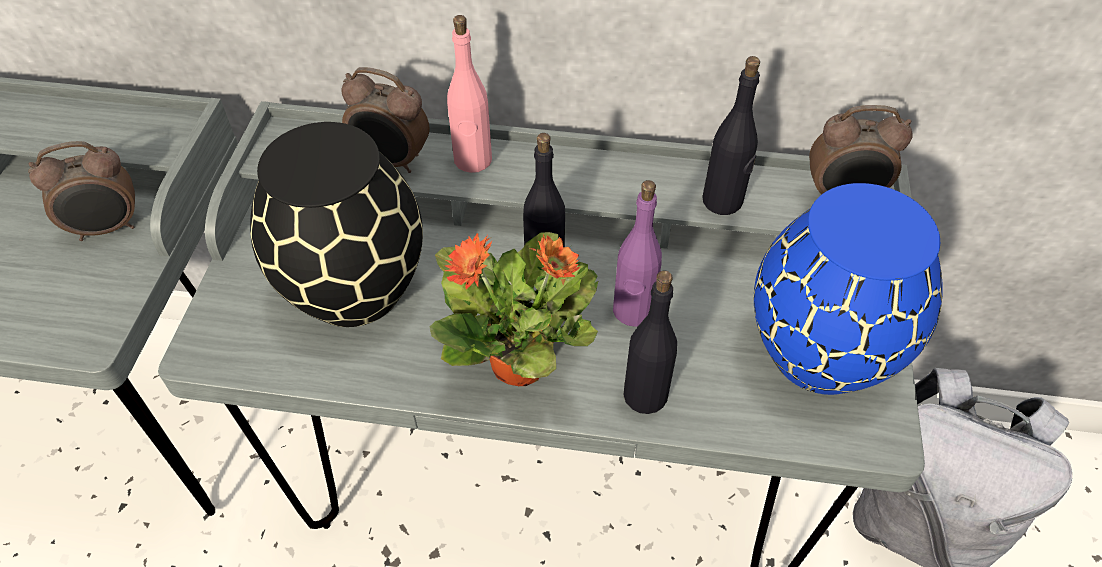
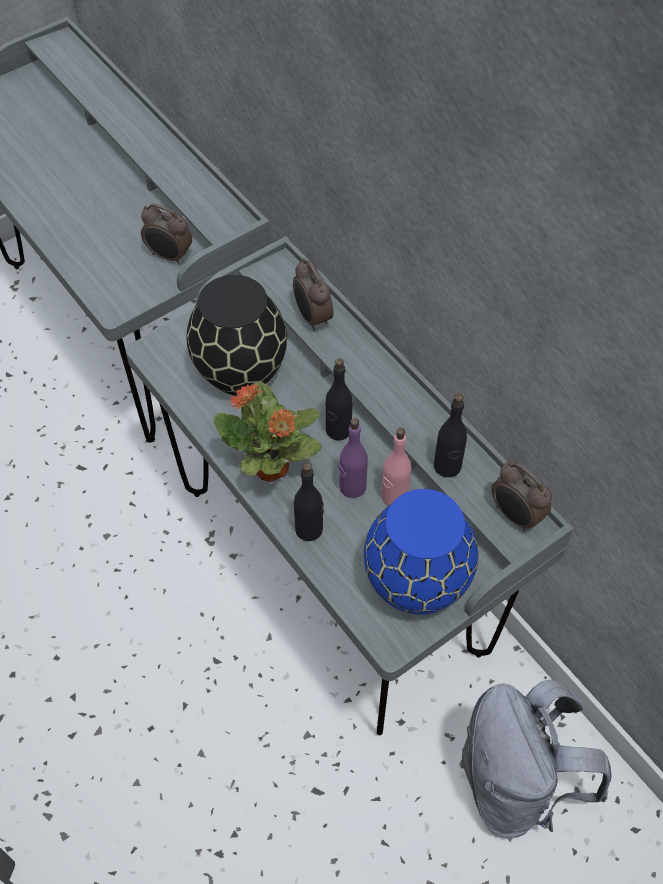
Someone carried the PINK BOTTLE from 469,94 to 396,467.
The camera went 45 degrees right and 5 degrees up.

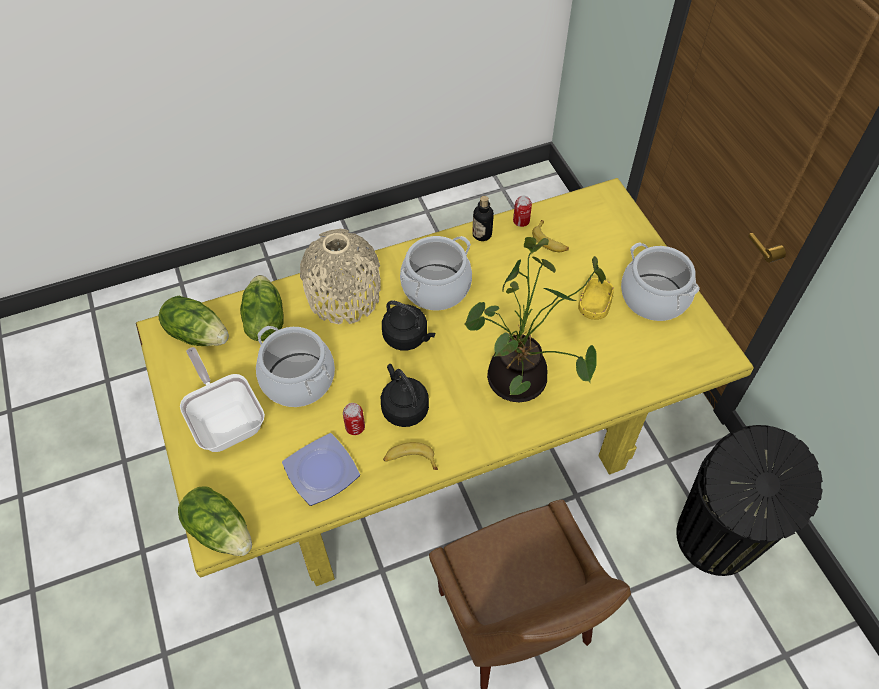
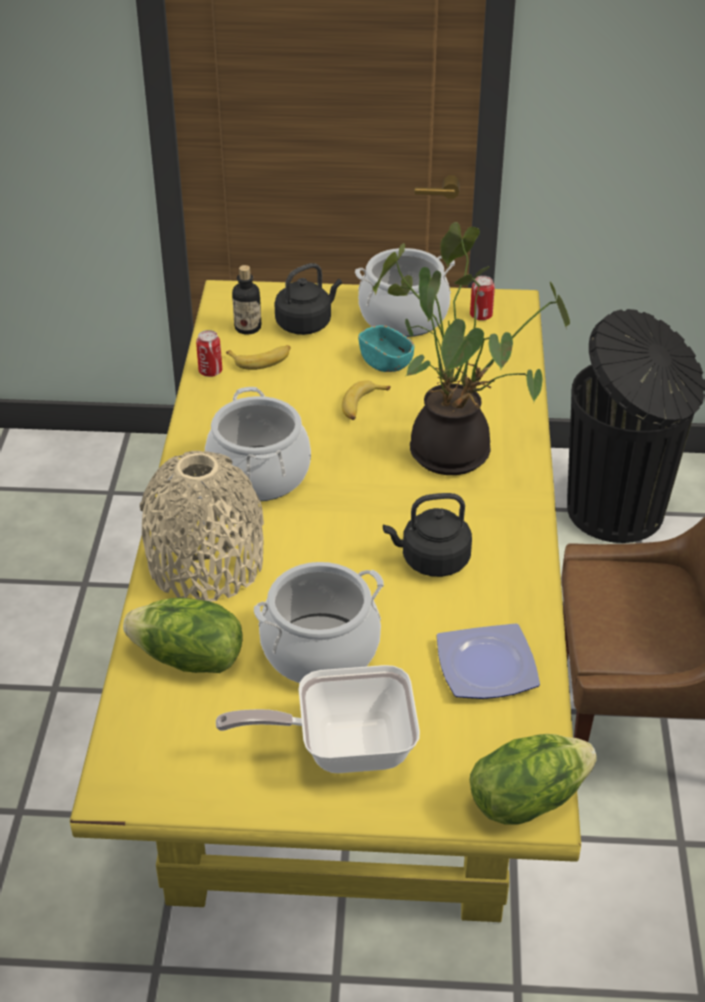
Someone took away the LETTUCE at 193,321.
Someone carried the CAN from 354,419 to 482,298.
Someone carried the BLACK KETTLE from 408,325 to 308,299.
Someone carried the BANANA from 410,456 to 366,400.
Someone carried the BOTTLE from 483,218 to 246,300.
Someone repainted the YELLOW BOWL at 596,299, which became the TURQUOISE BOWL at 386,348.
The camera went 65 degrees left and 15 degrees down.

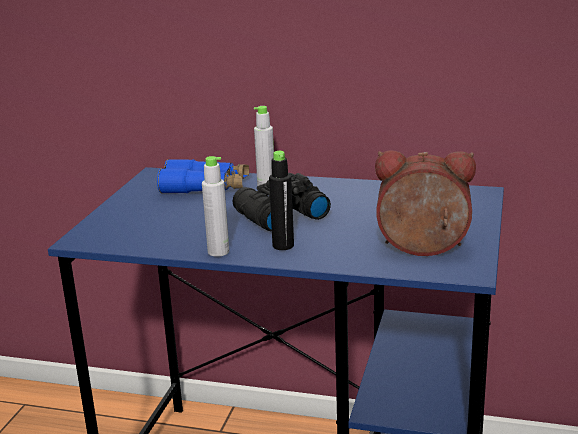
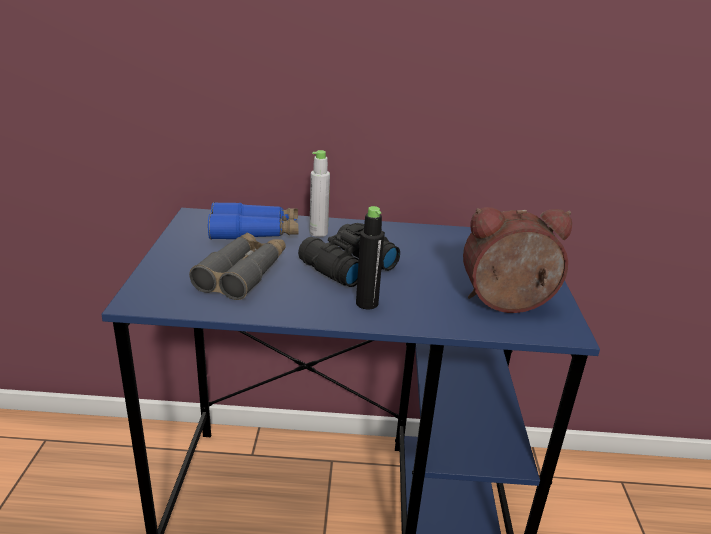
Someone took away the GREY BOTTLE at 216,206.
Someone put down the GREY BINOCULARS at 237,266.
The camera went 15 degrees left and 5 degrees up.

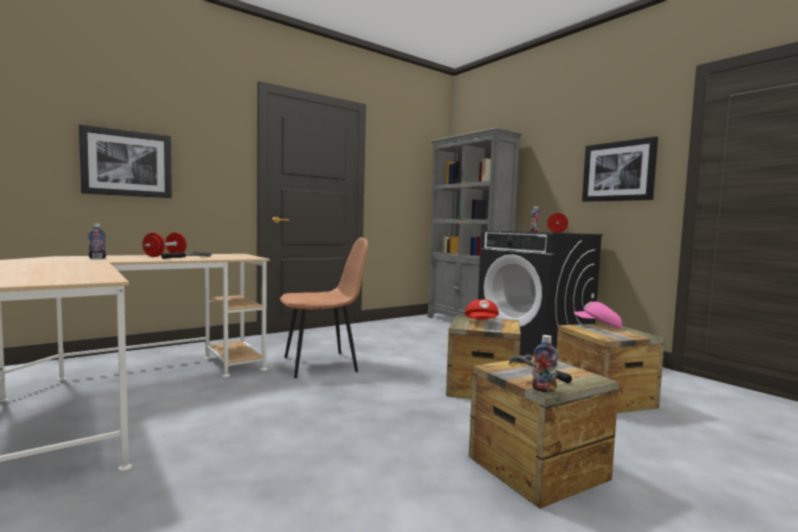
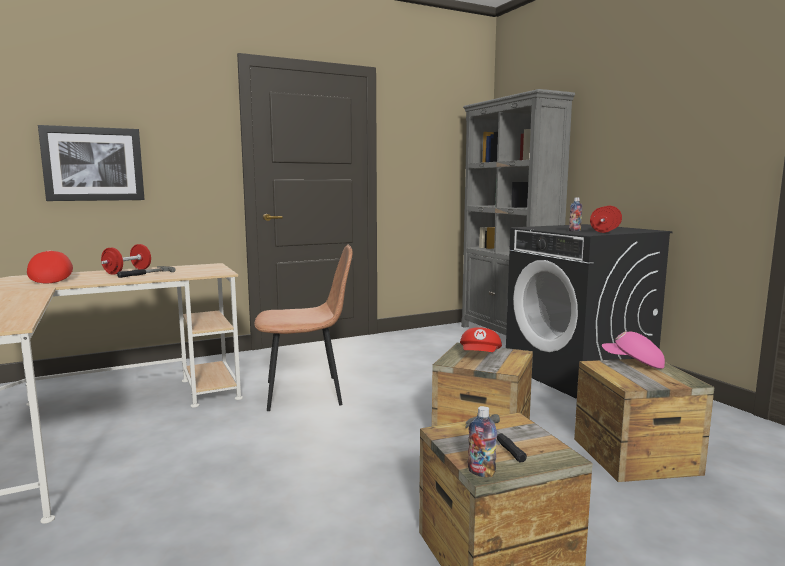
Someone swapped the BOTTLE at 97,241 for the RED CAP at 50,266.
Someone took away the PICTURE at 620,169.
The camera went 10 degrees right and 5 degrees up.

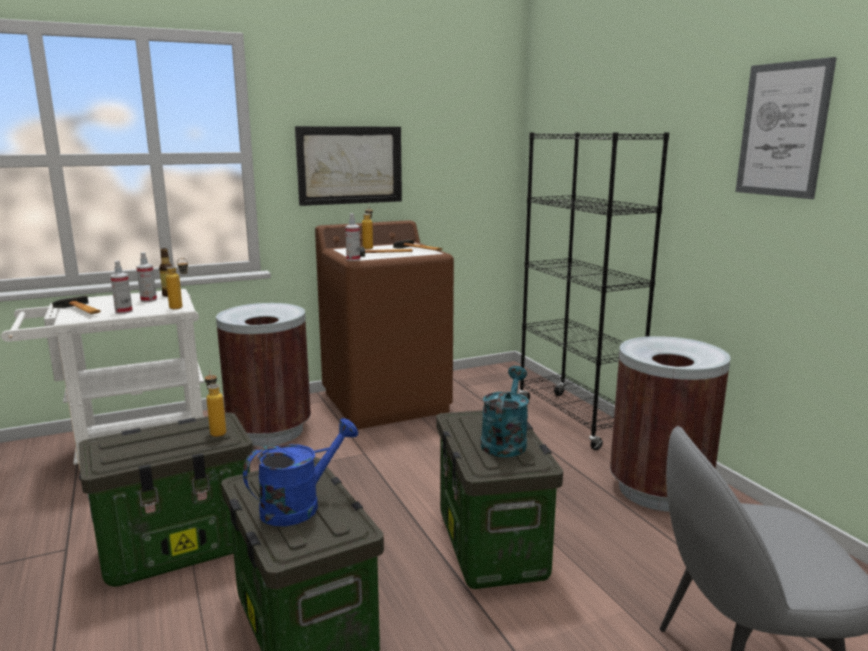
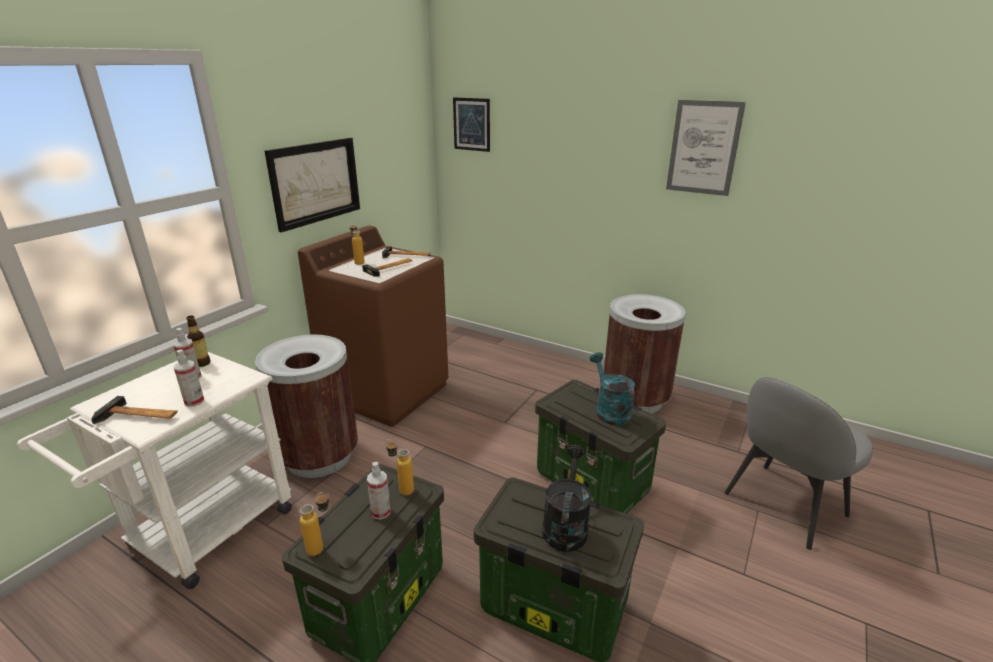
Someone carried the BOTTLE from 177,283 to 314,524.
Someone repainted the BLUE WATERING CAN at 300,472, which became the BLACK WATERING CAN at 567,498.
Someone carried the SPRAY BOTTLE from 352,237 to 379,491.
Someone took away the BLACK BOOKCASE at 593,291.
Someone put up the PICTURE at 471,124.
The camera went 35 degrees left and 10 degrees up.

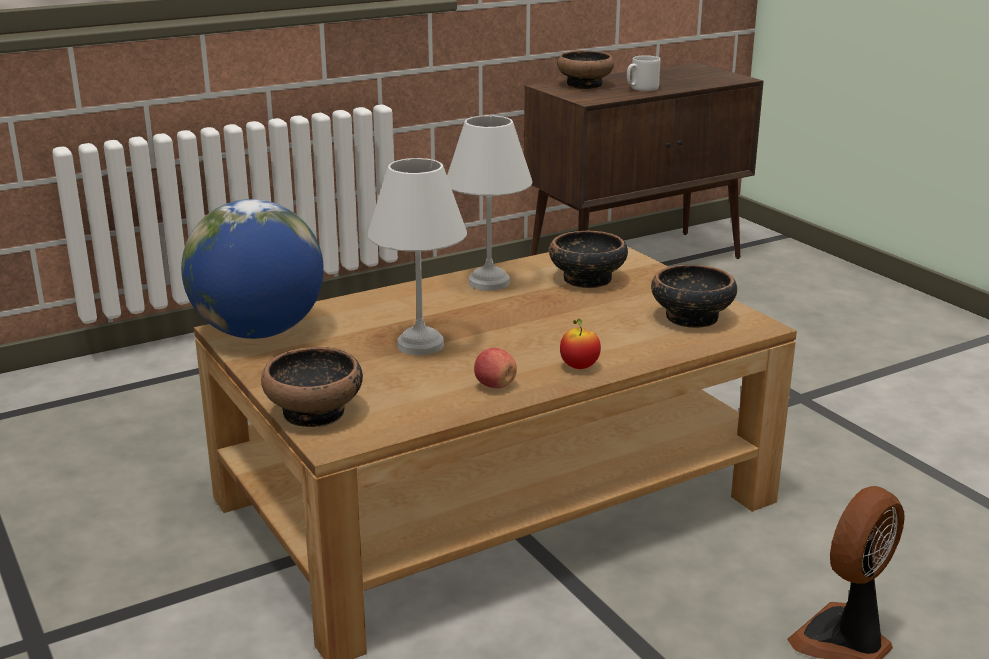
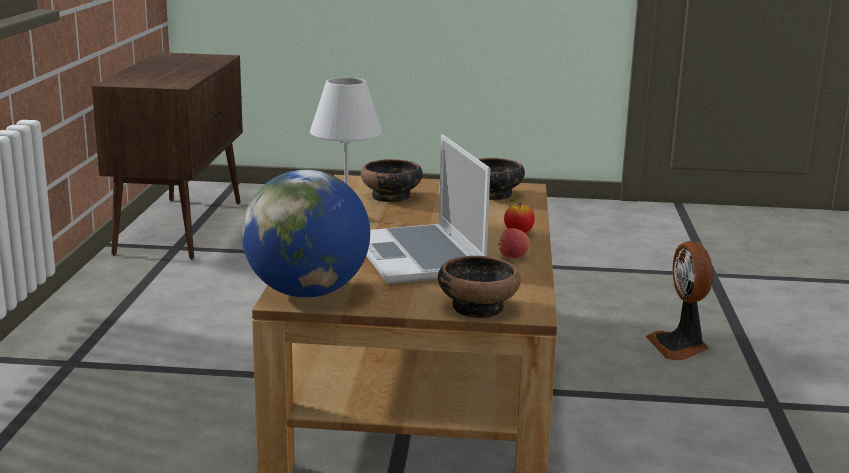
Someone swapped the WHITE TABLE LAMP at 417,256 for the LAPTOP at 428,209.
Someone took away the BOWL at 585,70.
Someone took away the GREY MUG at 643,73.
The camera went 55 degrees left and 5 degrees down.

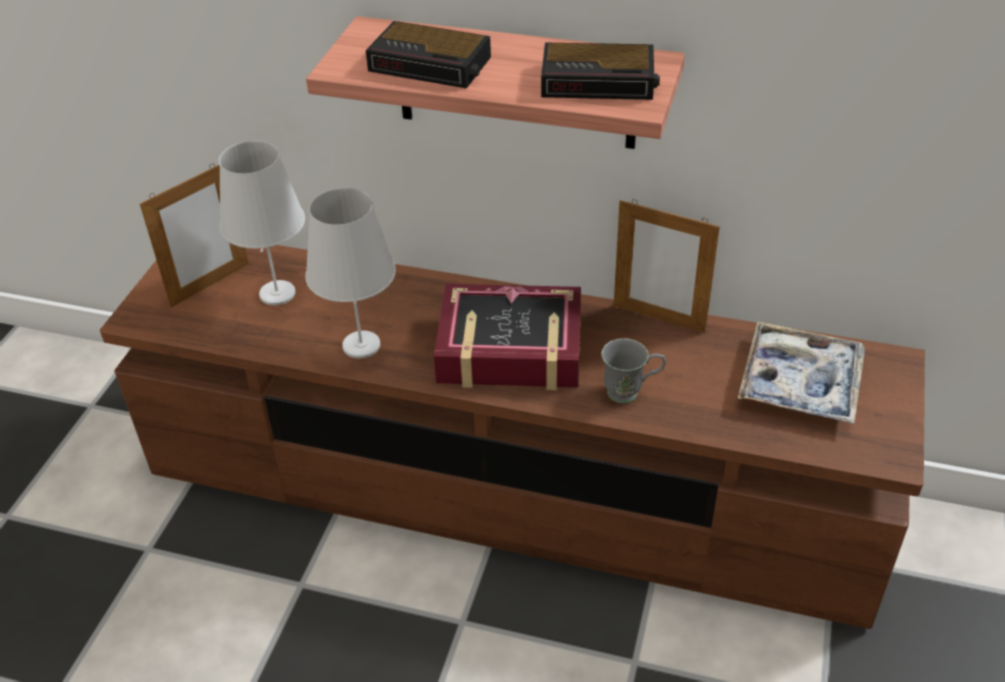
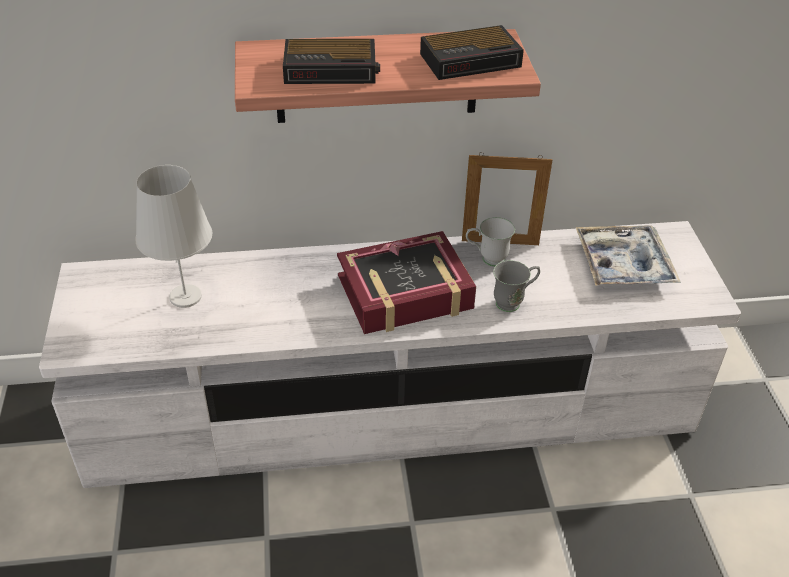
Someone repainted the BROWN TV STAND at 512,437, which became the WHITE TV STAND at 390,354.
Someone took away the PICTURE FRAME at 194,235.
Someone took away the WHITE TABLE LAMP at 350,273.
Someone put down the WHITE MUG at 490,242.
The camera went 25 degrees left and 0 degrees up.

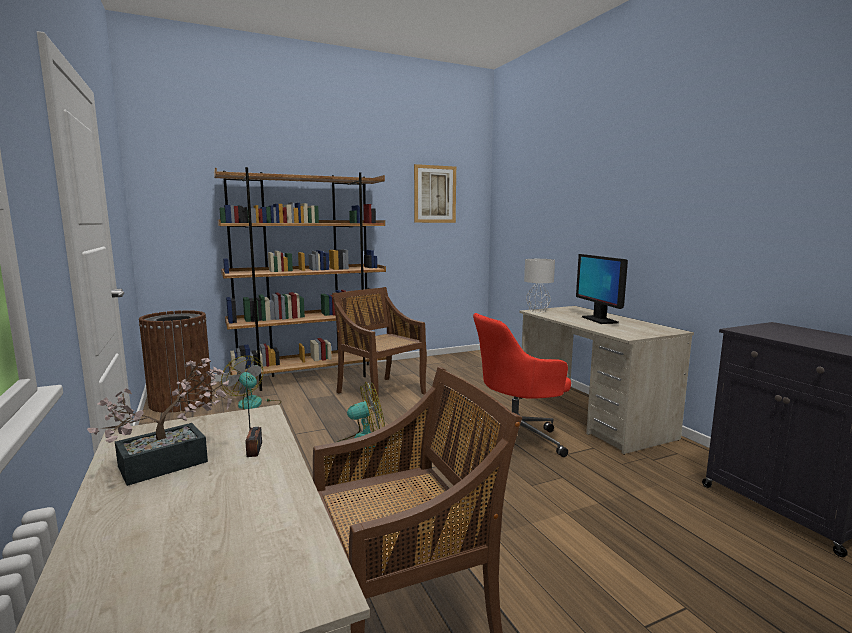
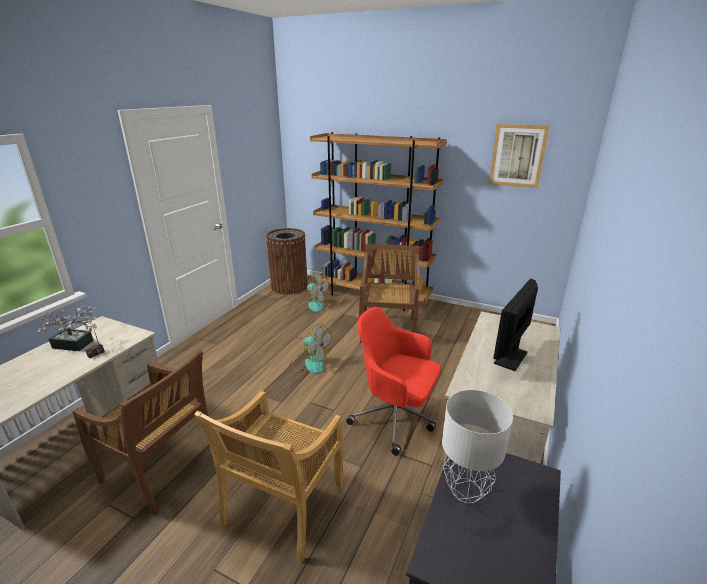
Someone rotated the FAN at 251,383 by 120 degrees clockwise.
Someone carried the GREY TABLE LAMP from 539,285 to 477,446.
Someone put down the BEIGE CHAIR at 269,477.
The camera went 50 degrees right and 15 degrees up.

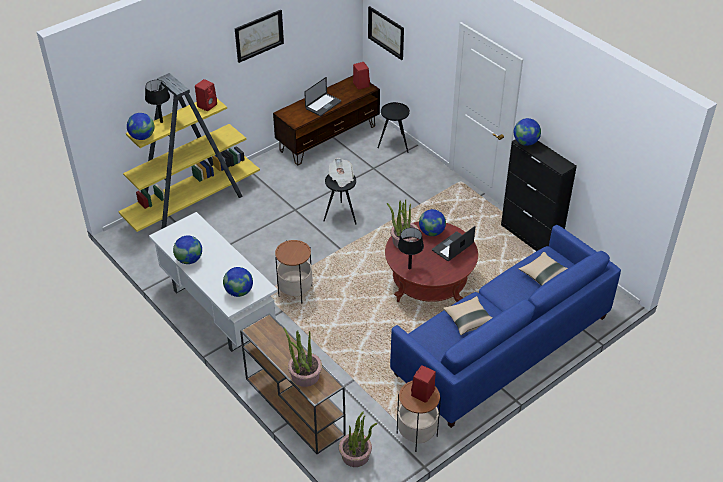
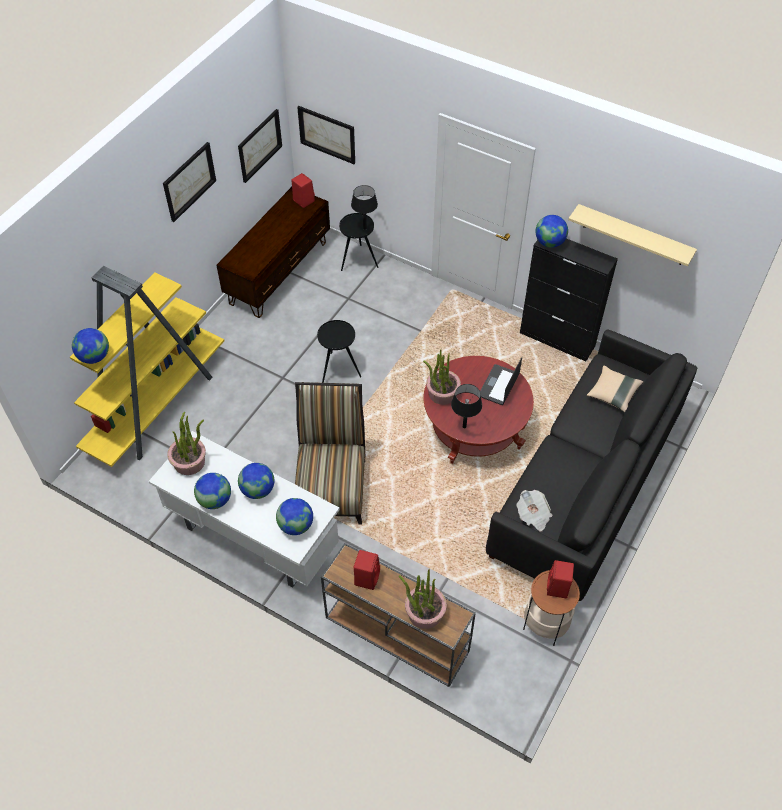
Someone carried the BLACK TABLE LAMP from 157,101 to 364,207.
Someone carried the RED SPEAKER from 206,95 to 367,570.
Someone swapped the SIDE TABLE at 293,271 for the CHAIR at 330,453.
Someone took away the LAPTOP at 322,96.
Someone carried the NEWSPAPER from 341,172 to 534,510.
Someone carried the POTTED PLANT from 358,439 to 186,443.
Someone repainted the BLUE SOFA at 505,326, which became the BLACK SOFA at 591,466.
Someone carried the GLOBE from 432,222 to 256,481.
Someone took away the BEIGE PILLOW at 467,315.
Someone put up the PICTURE at 260,146.
Someone put up the BEIGE SHELF at 632,235.
The camera went 20 degrees left and 10 degrees up.

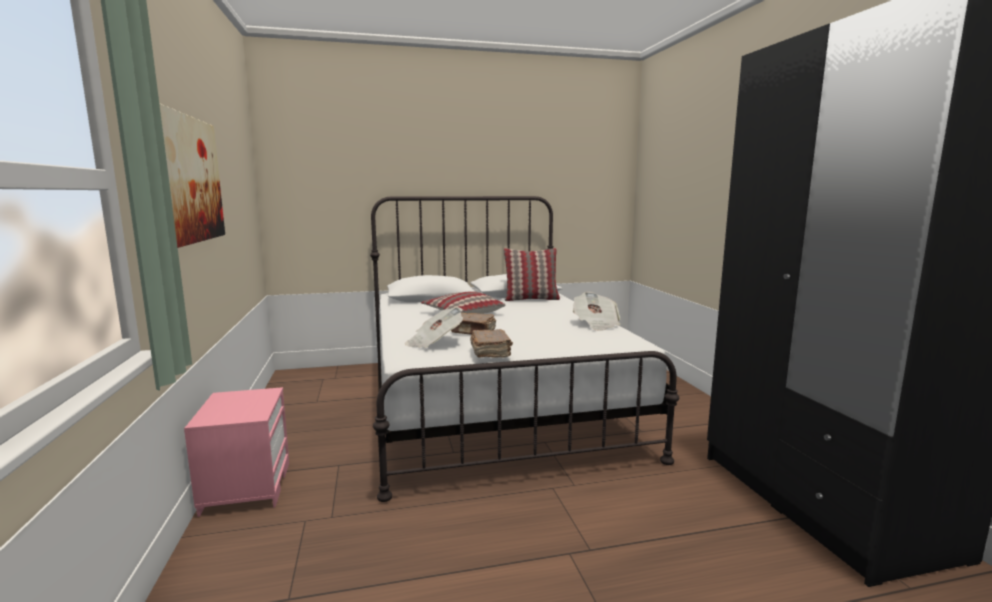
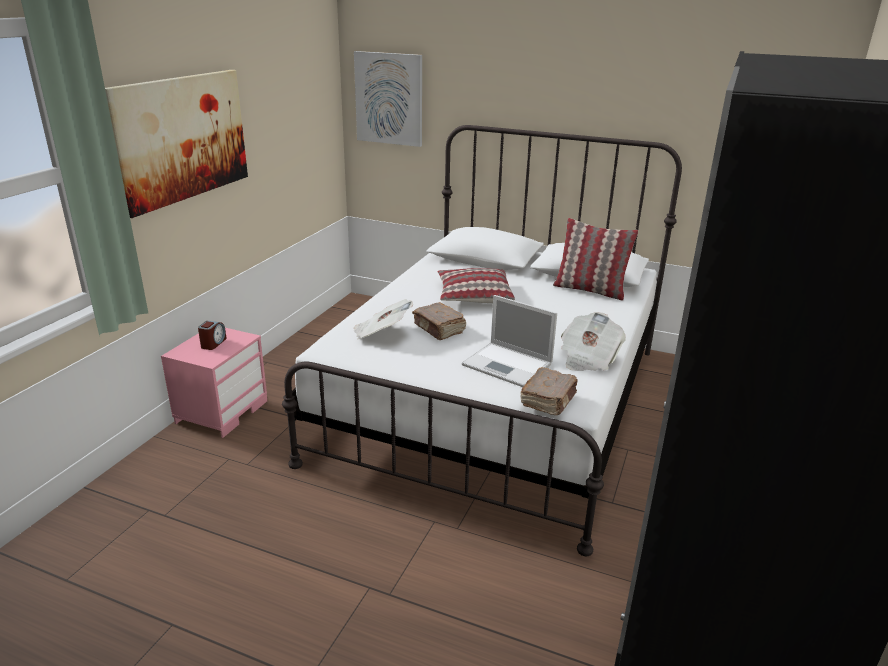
Someone carried the BROWN BOOK from 491,343 to 549,391.
Someone put down the ALARM CLOCK at 212,335.
Someone put up the PICTURE at 388,99.
Someone put down the LAPTOP at 509,341.
The camera went 35 degrees right and 15 degrees up.

